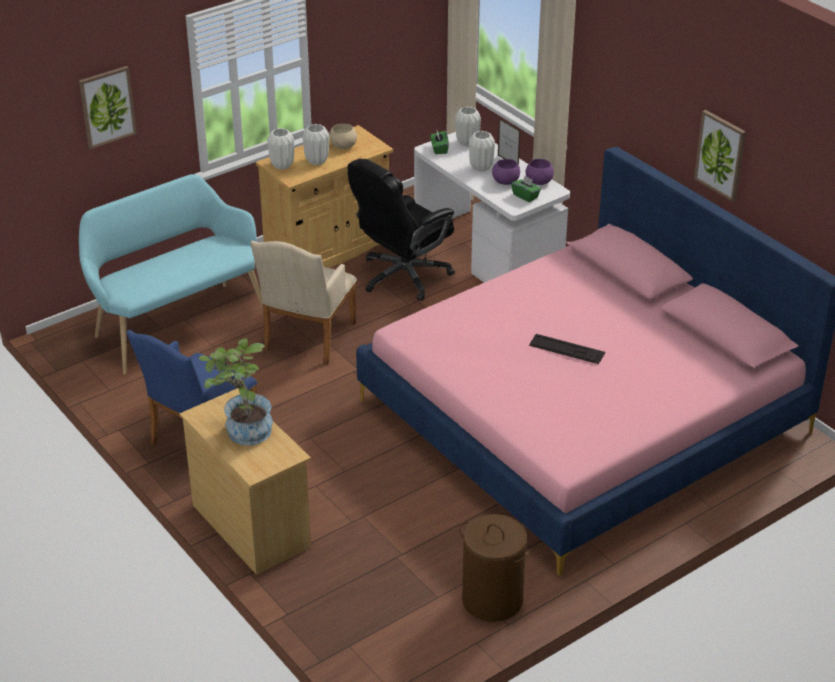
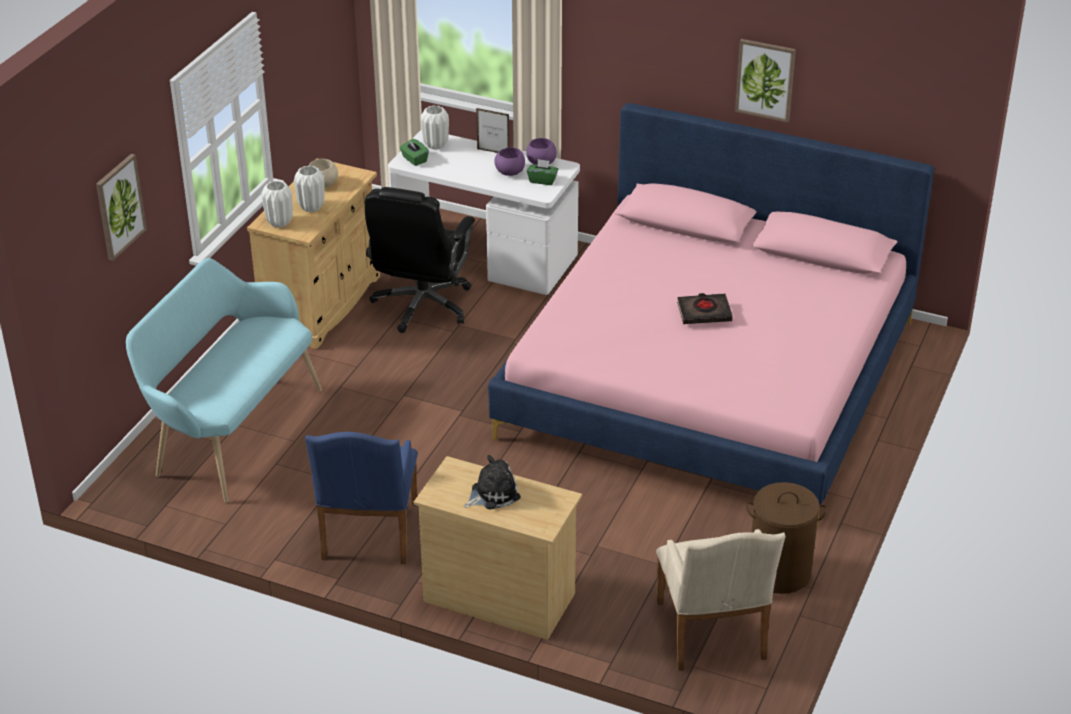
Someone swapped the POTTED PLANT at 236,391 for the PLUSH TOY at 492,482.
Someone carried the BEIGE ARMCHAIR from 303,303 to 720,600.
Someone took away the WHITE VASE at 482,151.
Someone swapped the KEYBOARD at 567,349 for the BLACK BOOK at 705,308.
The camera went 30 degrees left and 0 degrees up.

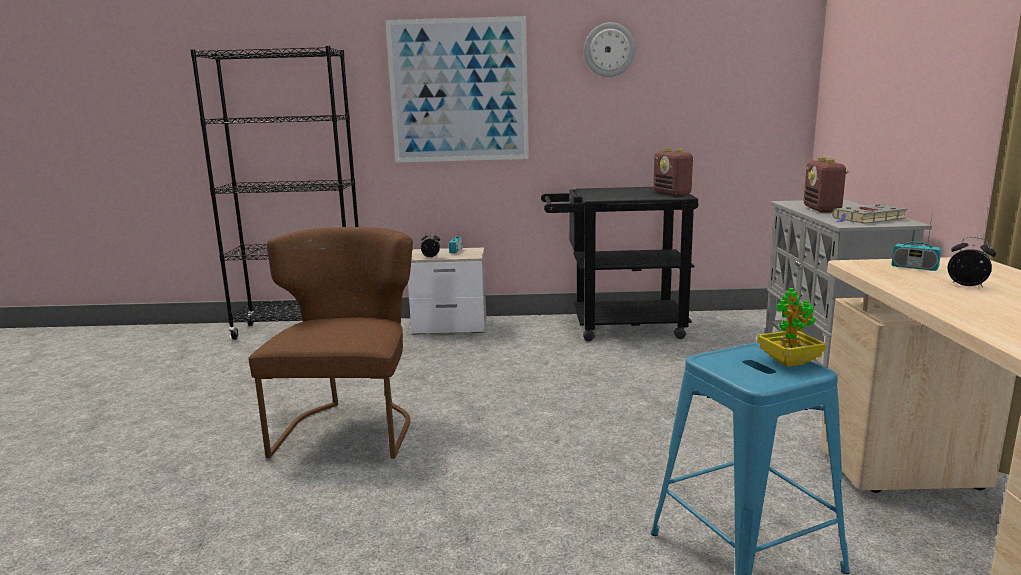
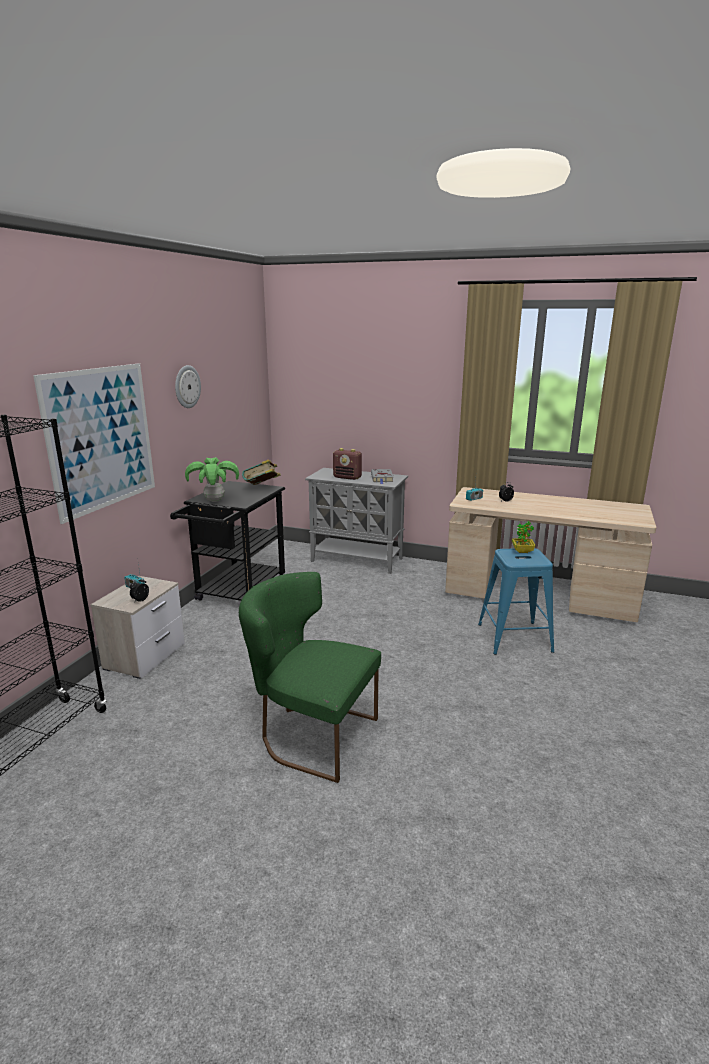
Someone repainted the BROWN CHAIR at 331,343, which became the GREEN CHAIR at 310,677.
Someone swapped the RADIO at 674,172 for the BOOK at 261,472.
Someone put down the POTTED PLANT at 212,479.
The camera went 70 degrees left and 5 degrees up.

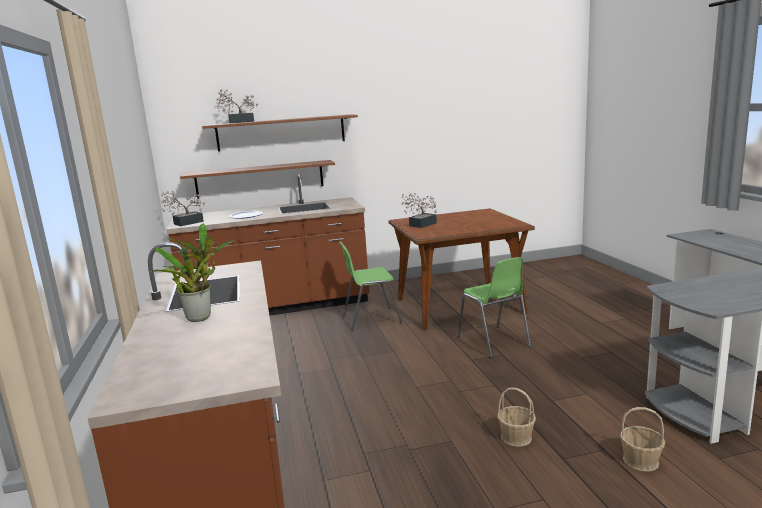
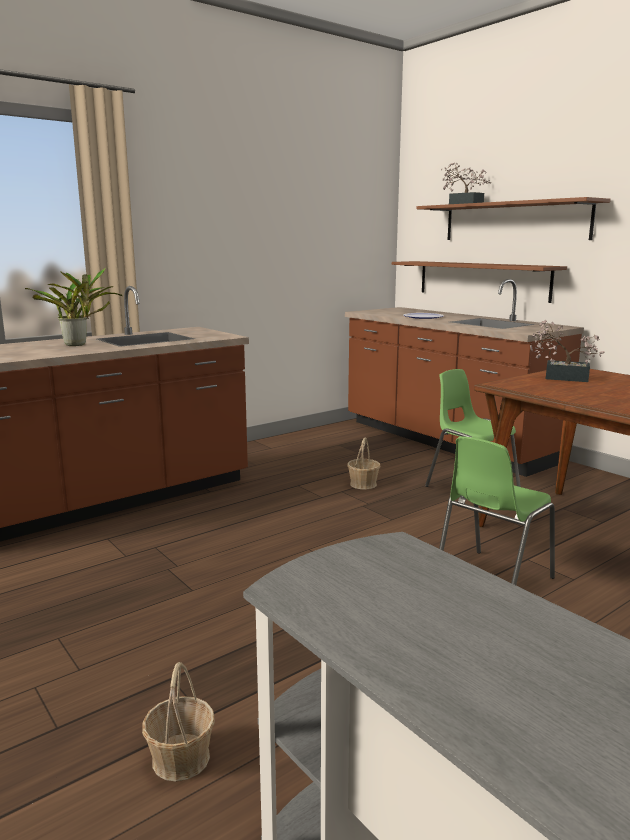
Someone took away the POTTED PLANT at 183,208.
Someone carried the BASKET from 516,417 to 363,463.
The camera went 65 degrees right and 0 degrees up.

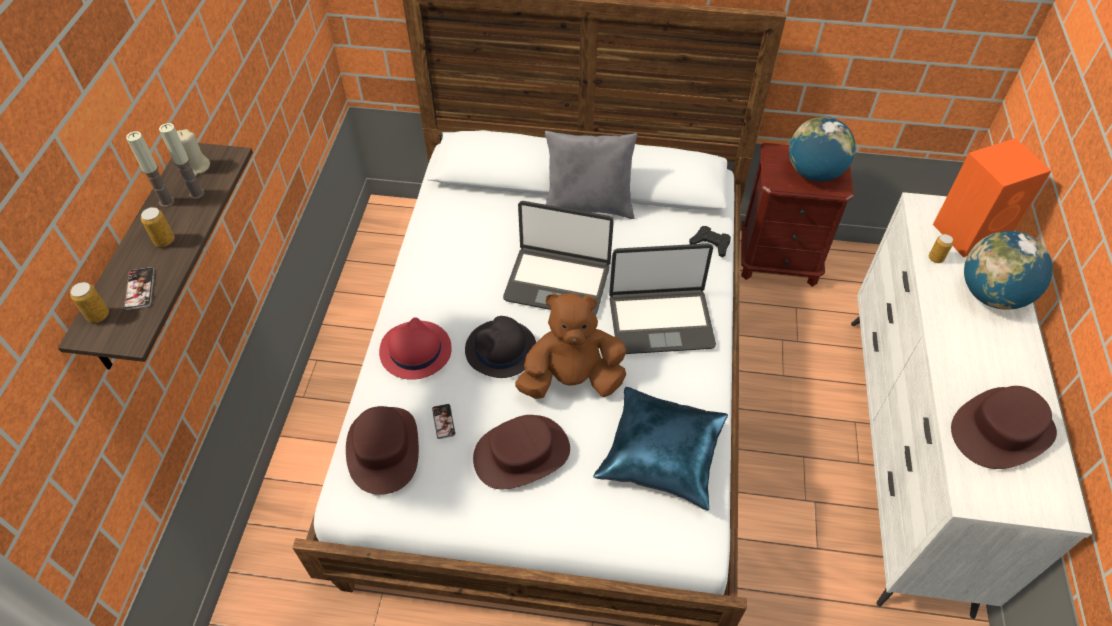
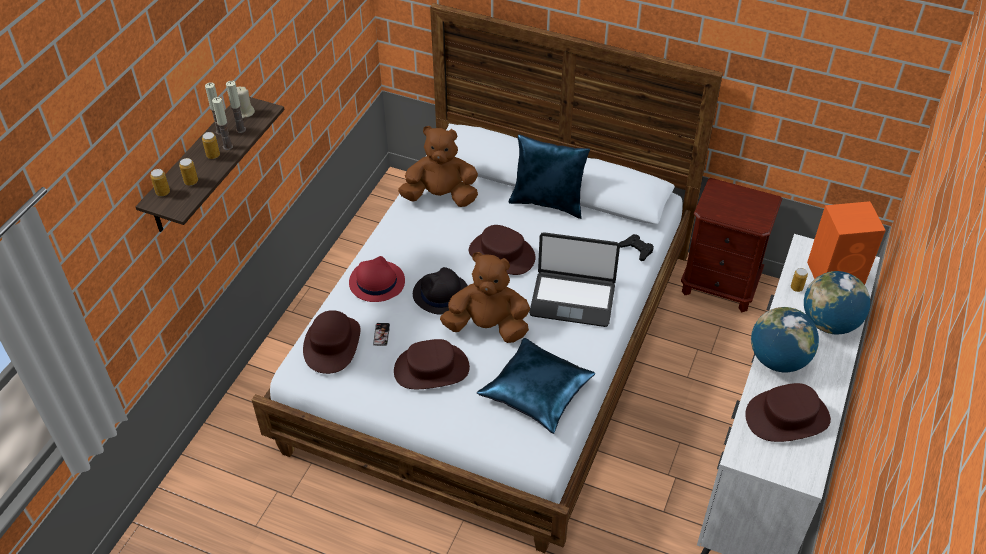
Someone swapped the PHONE at 139,288 for the CAN at 188,172.
Someone swapped the LAPTOP at 558,258 for the BROWN HAT at 502,250.
Someone repainted the GREY PILLOW at 591,175, which became the BLUE PILLOW at 549,176.
Someone carried the GLOBE from 822,149 to 785,339.
Someone put down the CANDLE at 222,123.
Someone put down the BROWN PLUSH TOY at 438,166.
The camera went 15 degrees right and 5 degrees down.

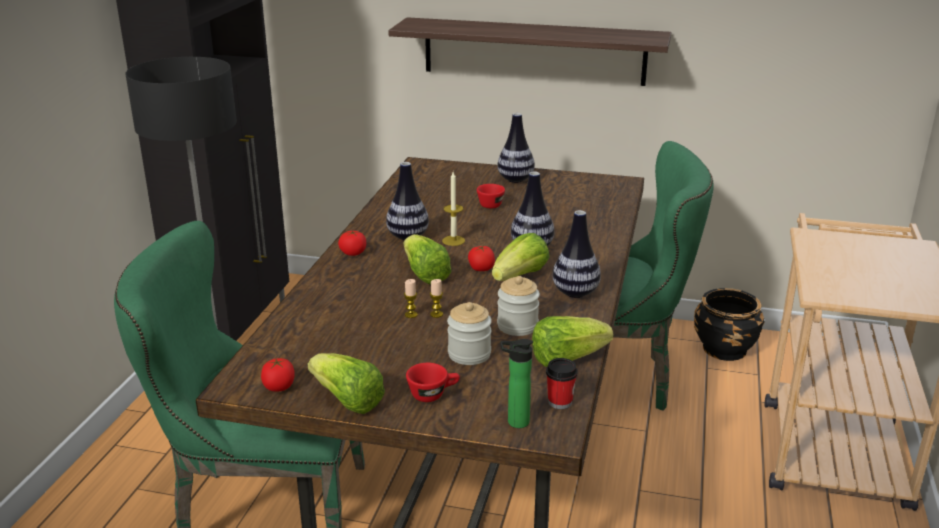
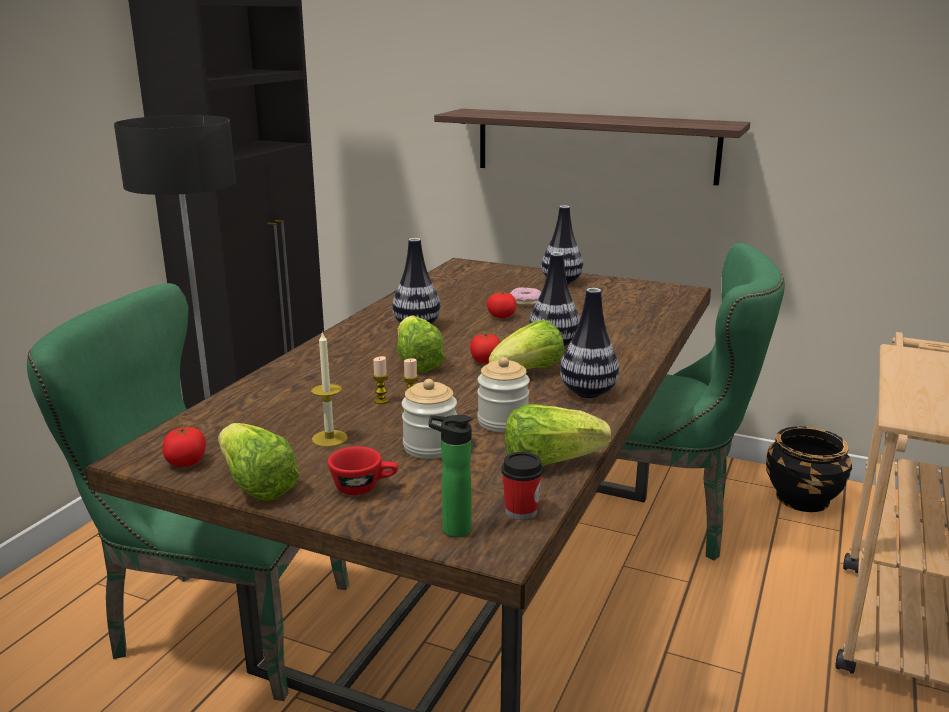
Someone carried the TOMATO from 352,243 to 501,305.
Someone carried the CANDLE from 453,209 to 329,389.
Someone swapped the RED CUP at 491,196 for the DONUT at 525,296.
The camera went 10 degrees right and 5 degrees down.

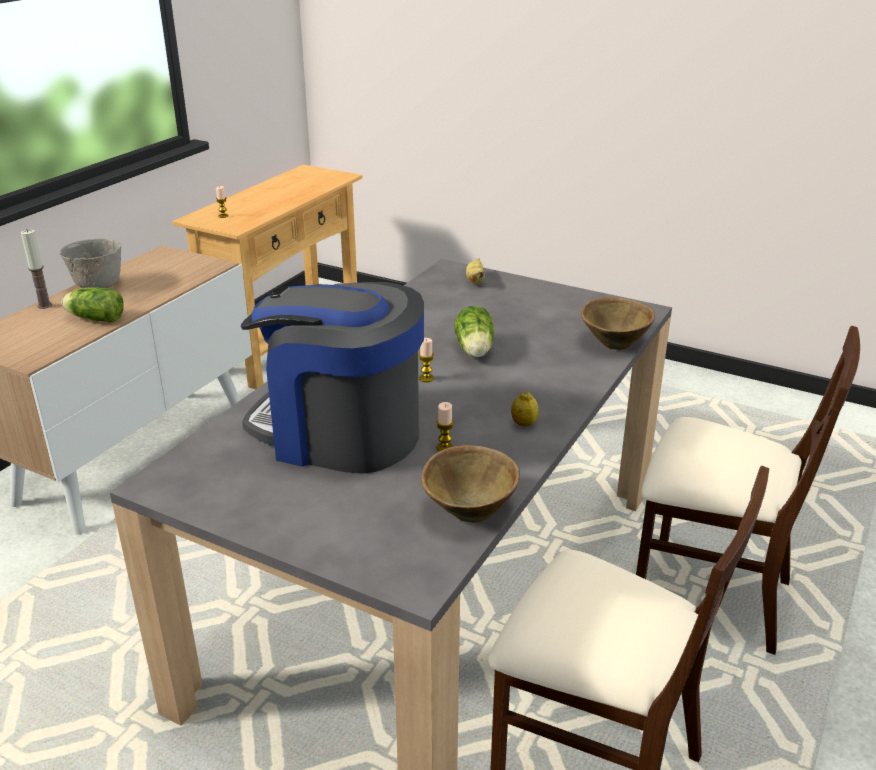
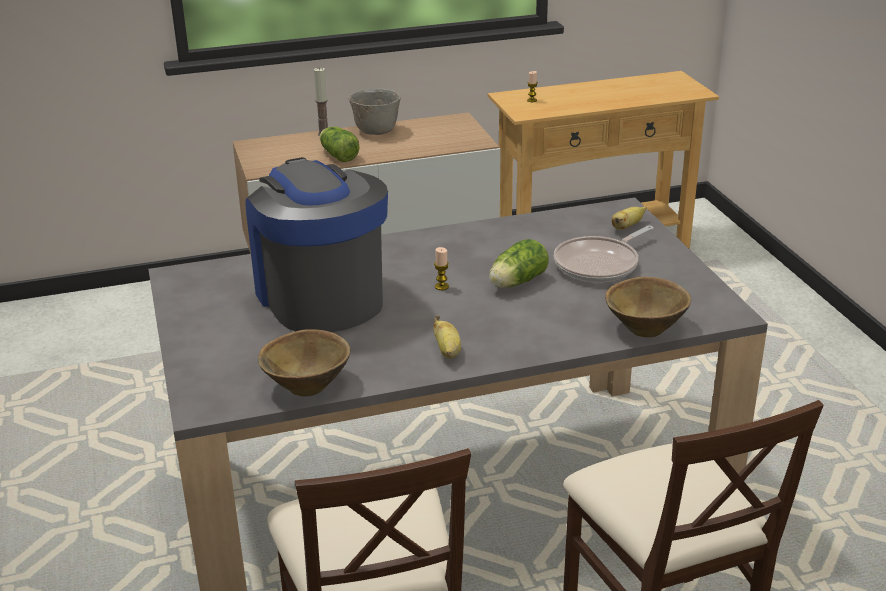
Someone took away the CANDLE at 445,426.
Someone swapped the LEMON at 524,409 for the BANANA at 447,337.
Someone put down the FRYING PAN at 604,254.
The camera went 45 degrees right and 0 degrees up.

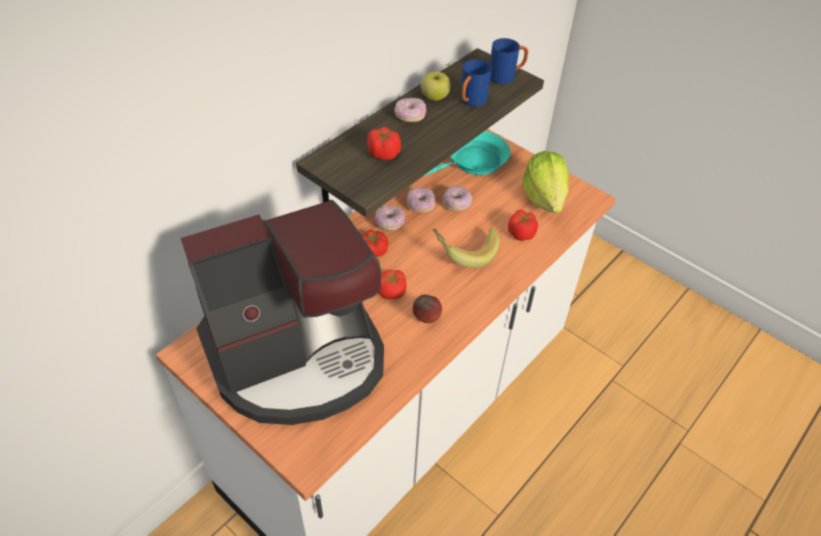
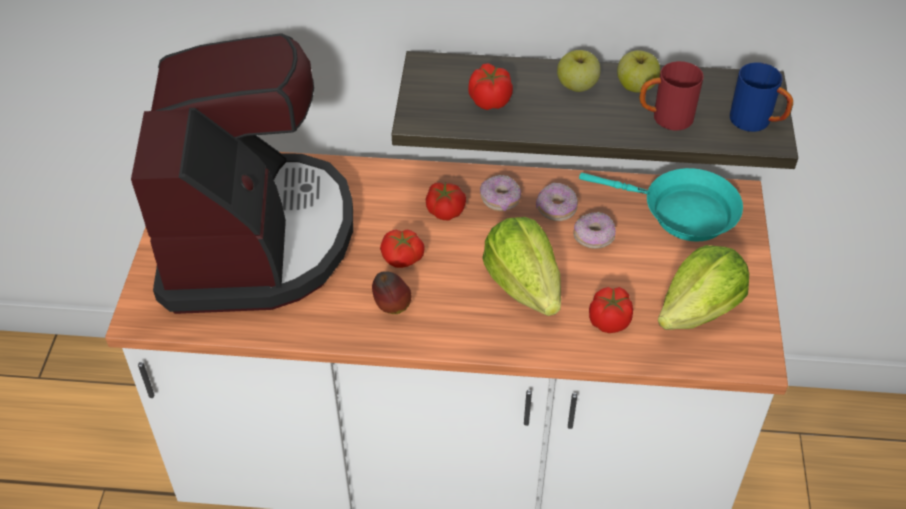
Someone rotated the COFFEE MACHINE at 282,312 by 120 degrees counterclockwise.
Someone swapped the DONUT at 411,110 for the APPLE at 579,71.
Someone swapped the BANANA at 466,248 for the LETTUCE at 521,266.
Someone repainted the BLUE MUG at 476,83, which became the RED MUG at 671,96.
The camera went 55 degrees right and 0 degrees up.

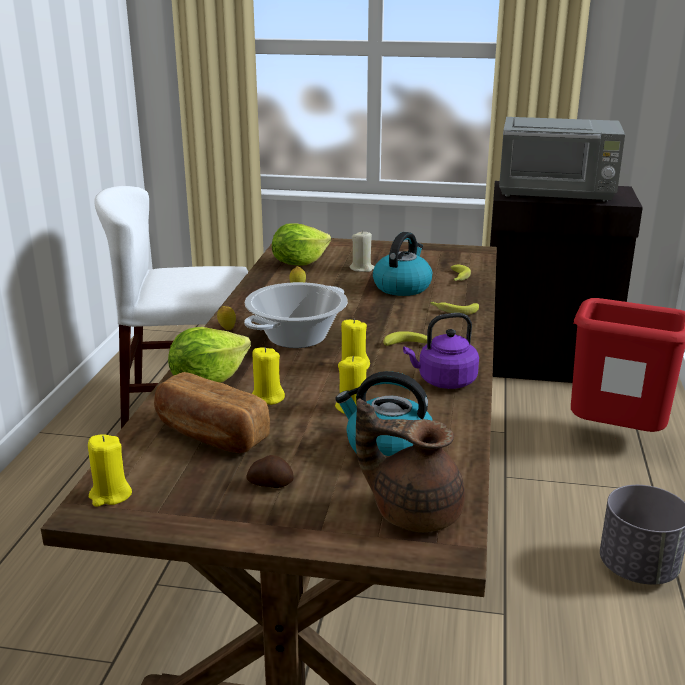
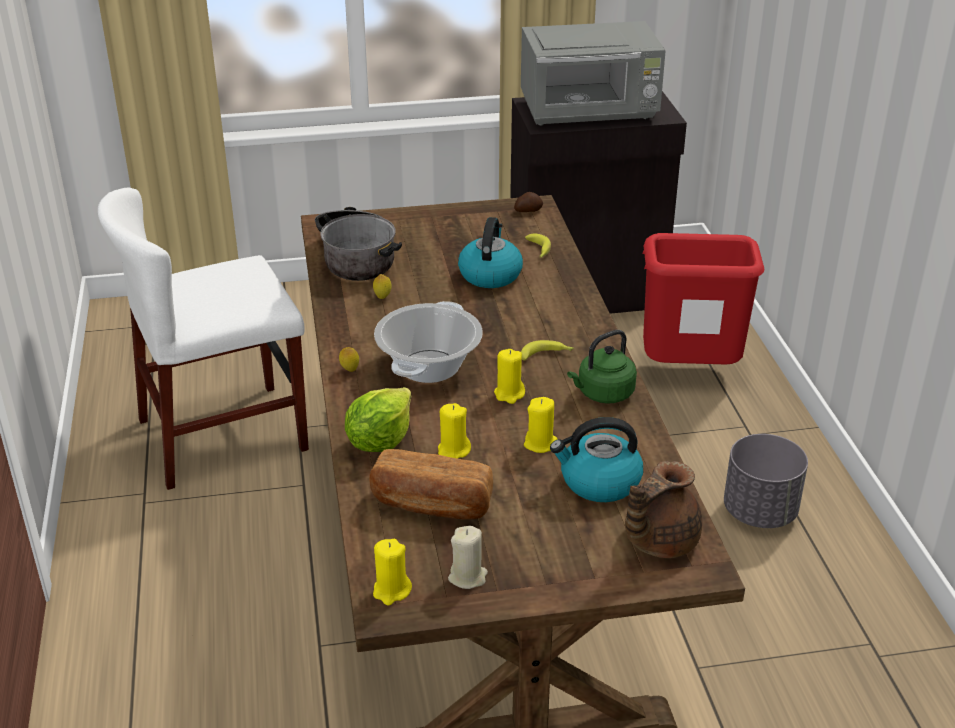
Someone carried the POTATO from 270,471 to 528,202.
Someone swapped the LETTUCE at 301,244 for the COOKING POT at 358,244.
Someone carried the BEIGE CANDLE from 362,251 to 468,557.
Someone rotated the BROWN TEAPOT at 410,465 by 45 degrees counterclockwise.
Someone repainted the PURPLE KETTLE at 441,351, which became the GREEN KETTLE at 602,367.
Someone took away the BANANA at 454,308.
The camera went 20 degrees left and 10 degrees up.

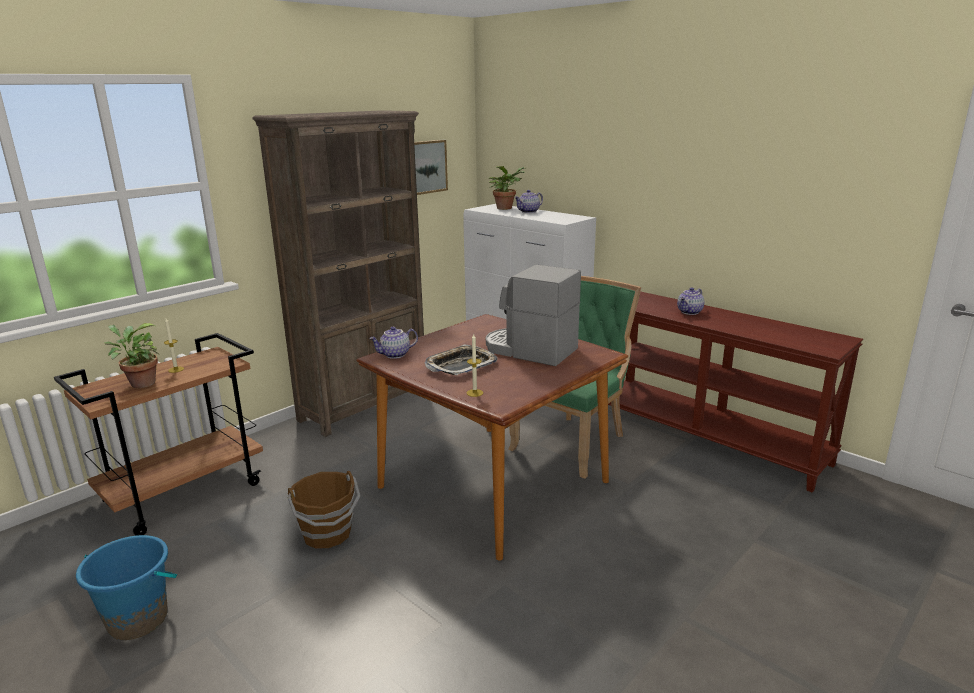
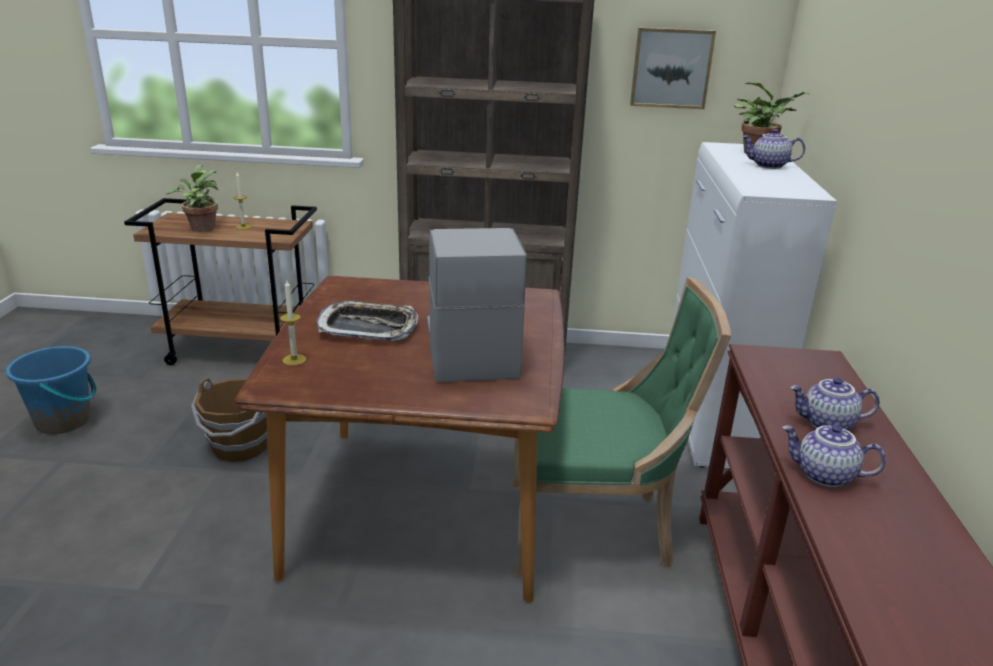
Someone carried the TEAPOT from 393,343 to 834,456.
The camera went 50 degrees right and 5 degrees up.

